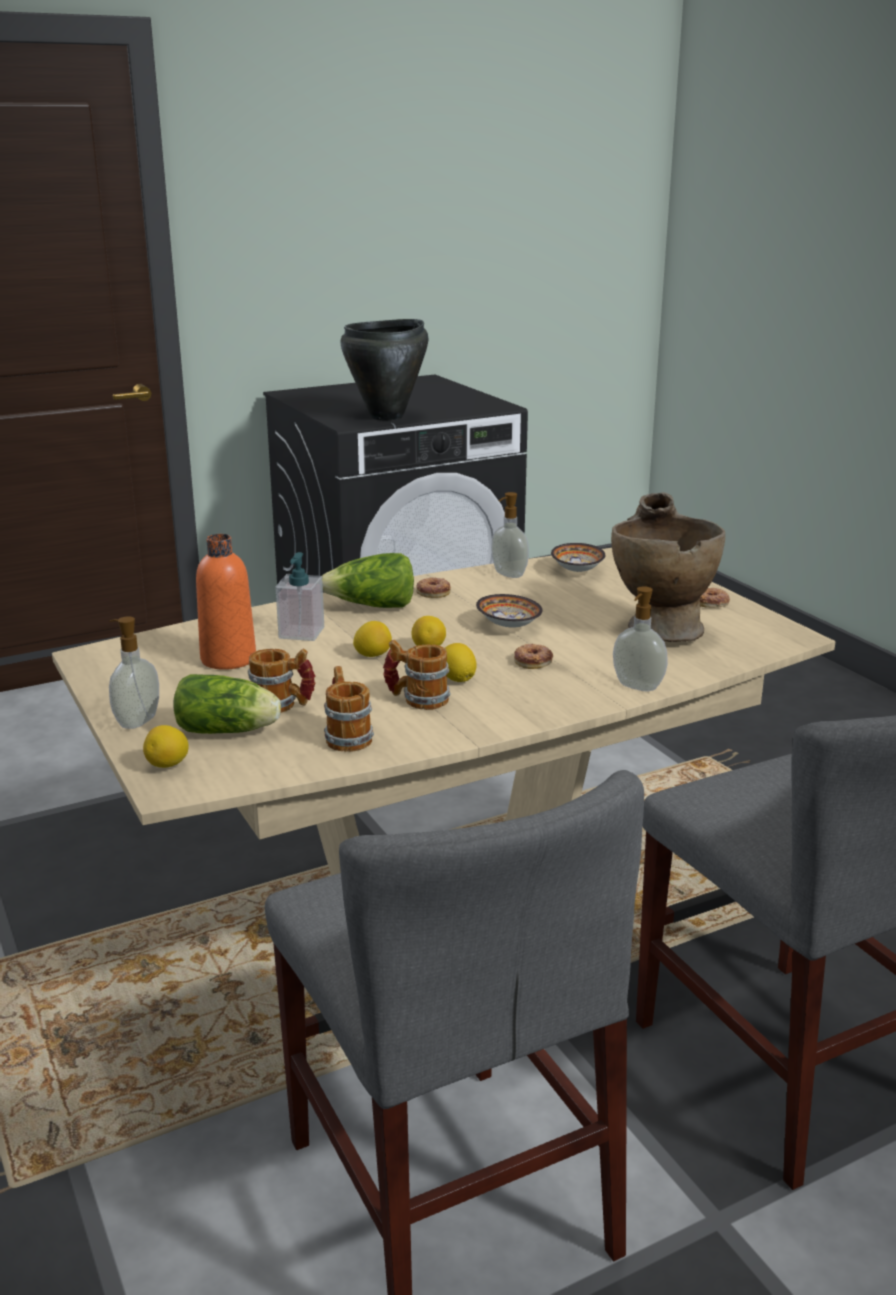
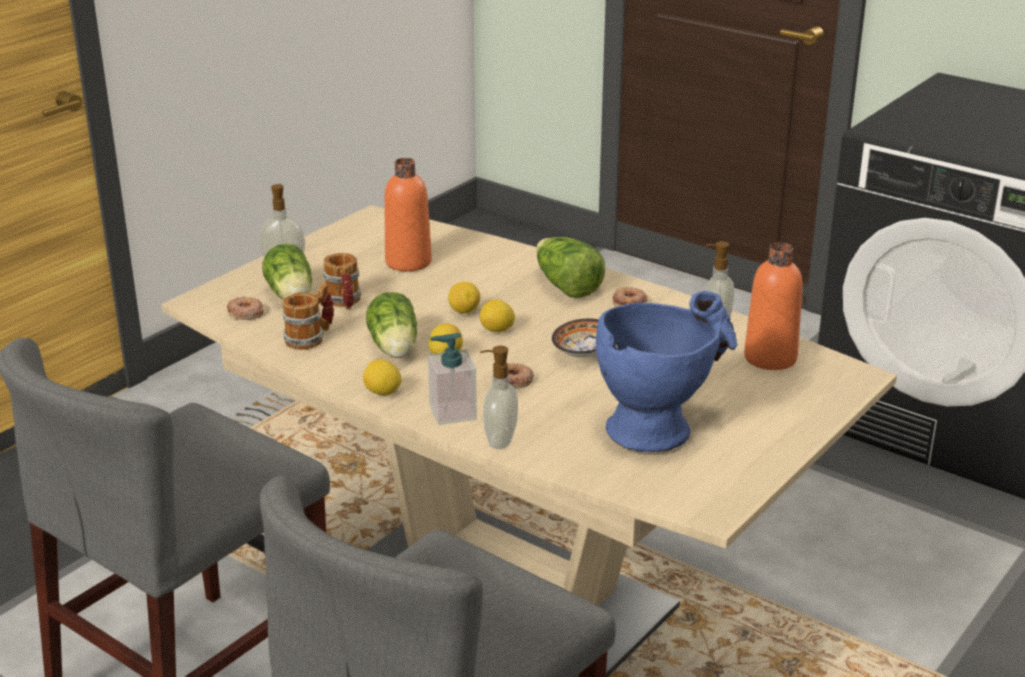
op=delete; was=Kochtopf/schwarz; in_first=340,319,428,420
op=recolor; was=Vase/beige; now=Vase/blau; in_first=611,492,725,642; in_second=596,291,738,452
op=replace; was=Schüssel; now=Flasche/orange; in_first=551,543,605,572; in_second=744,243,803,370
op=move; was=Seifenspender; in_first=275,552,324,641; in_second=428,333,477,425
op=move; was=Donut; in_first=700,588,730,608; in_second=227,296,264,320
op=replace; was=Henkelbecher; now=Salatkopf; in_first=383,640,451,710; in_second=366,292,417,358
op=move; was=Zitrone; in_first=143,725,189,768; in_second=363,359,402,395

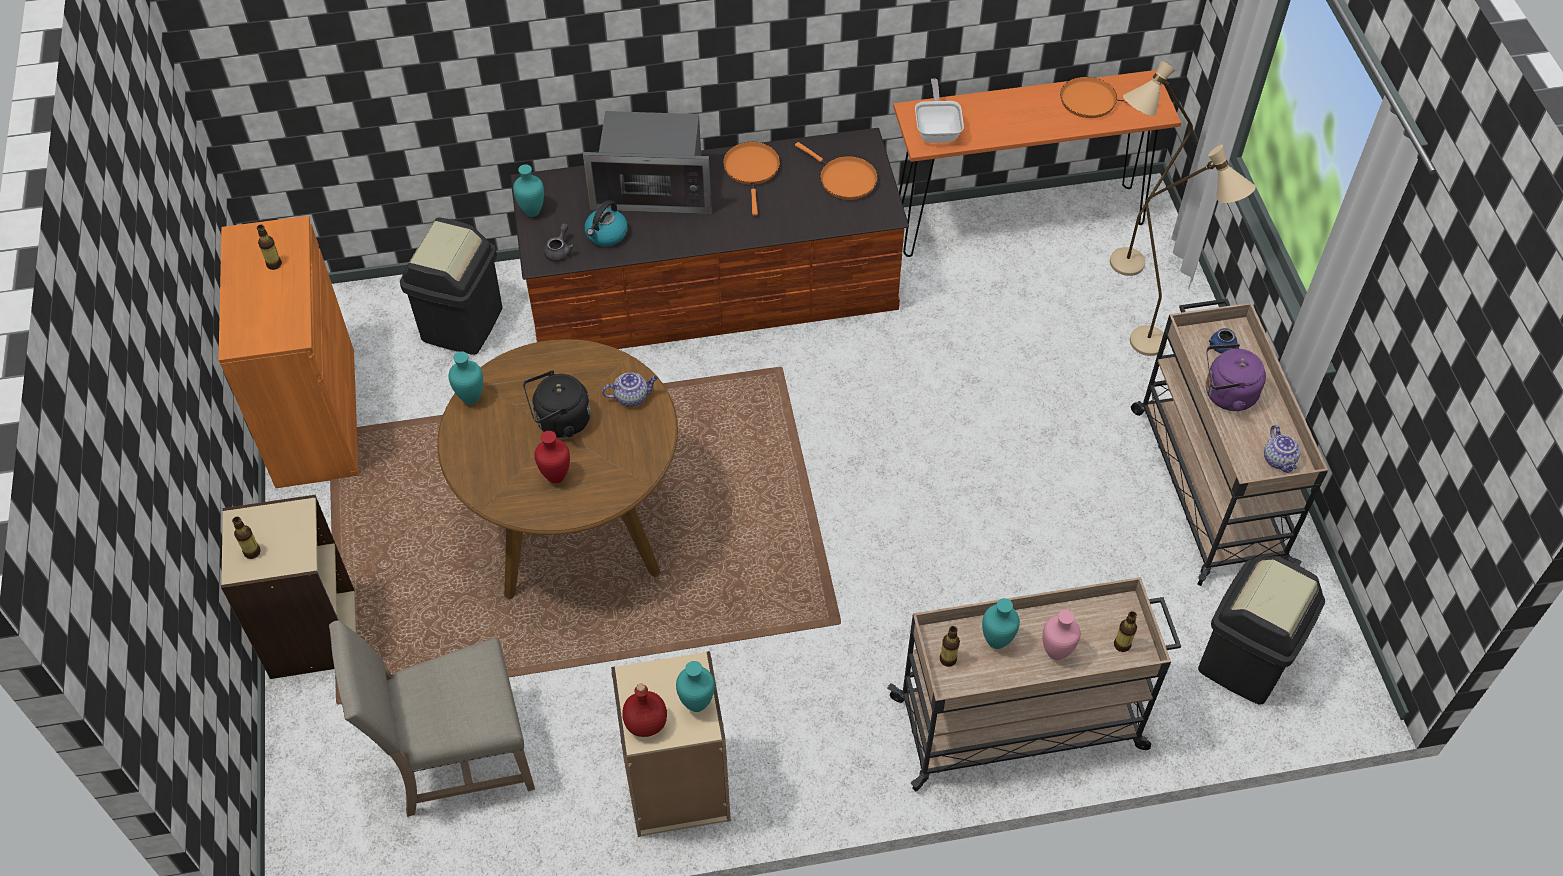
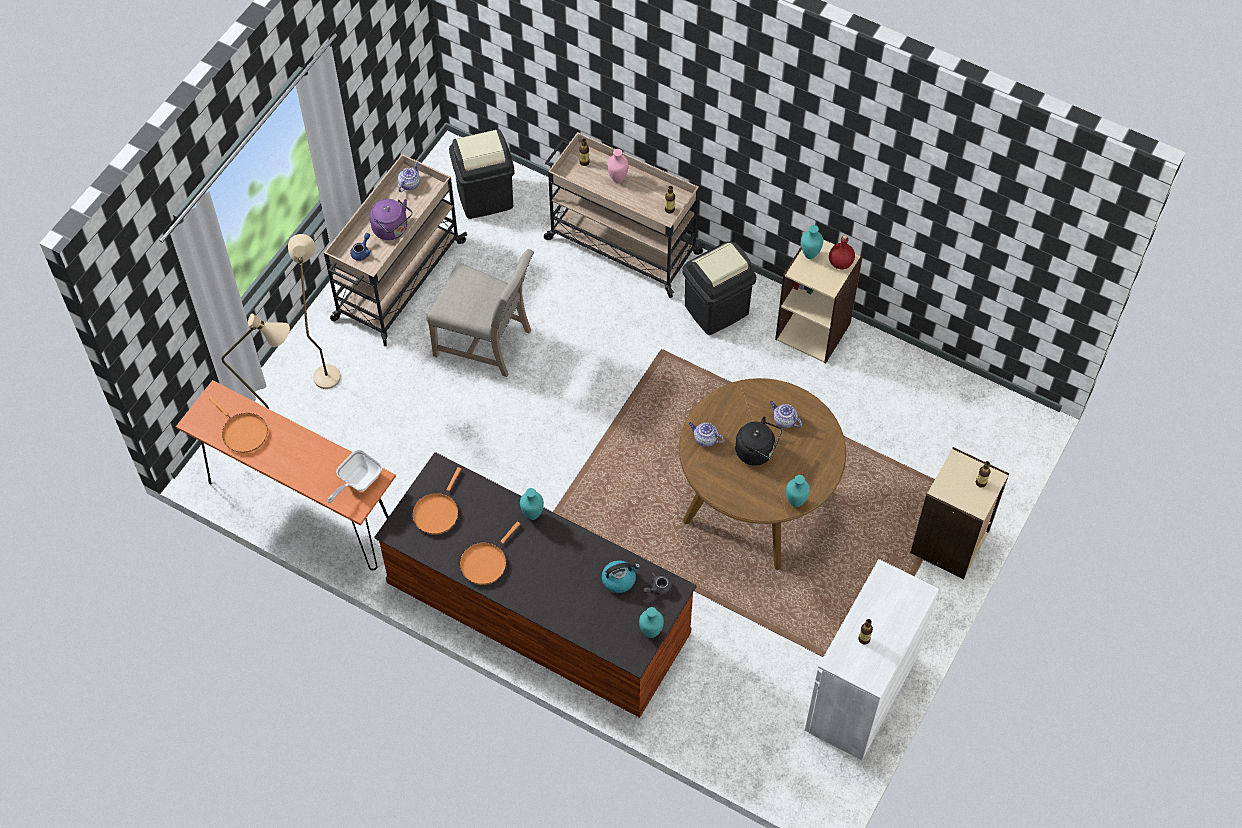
op=delete; was=Mikrowelle; in_first=583,111,712,214
op=rotate; was=Pfanne/orange; in_first=795,142,878,200; in_second=412,467,461,535; clockwise=-150
op=recolor; was=Schrank/orange; now=Schrank/weiß; in_first=218,216,359,488; in_second=805,559,939,760
op=move; was=Mülleimer/schwarz; in_first=400,217,503,355; in_second=682,242,756,335
op=replace; was=Vase/rot; now=Teekanne; in_first=535,431,570,483; in_second=770,401,802,428
op=move; was=Vase/türkis; in_first=982,598,1020,649; in_second=520,488,544,520
op=move; was=Stuhl/beige; in_first=329,621,535,817; in_second=426,249,534,377

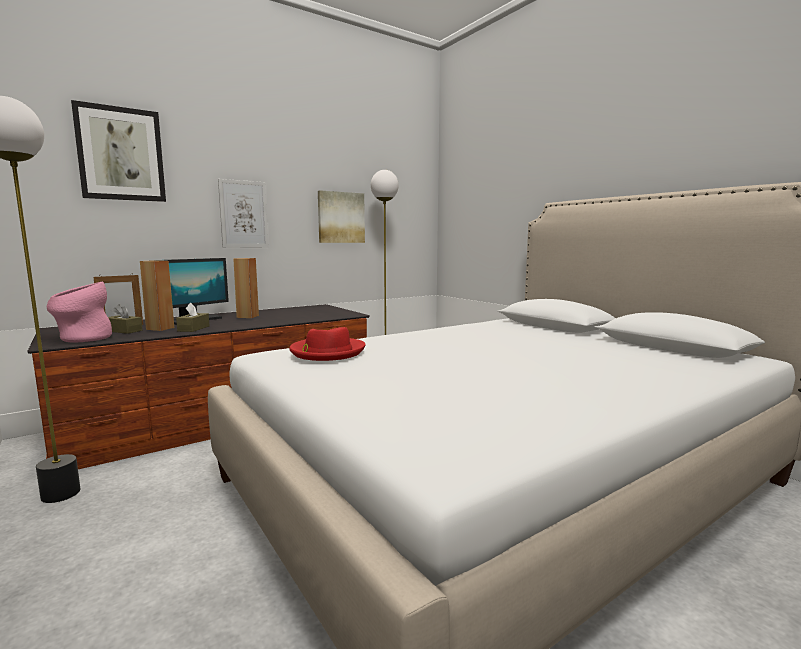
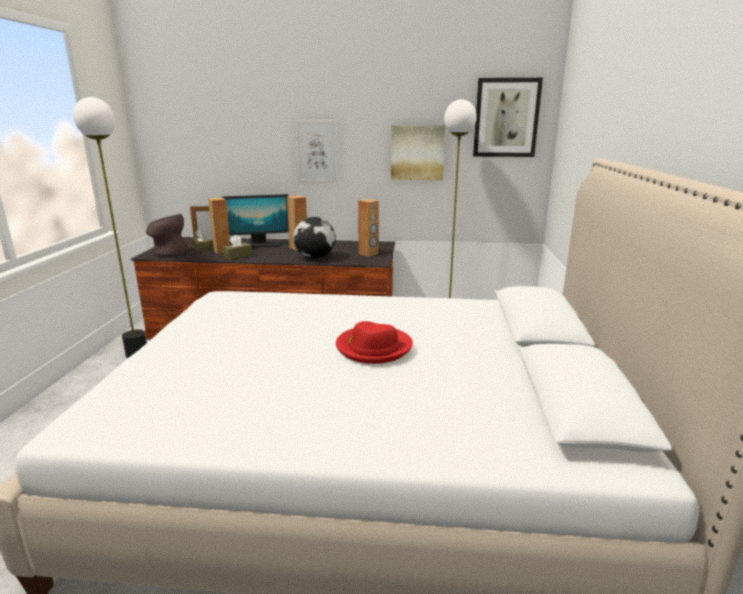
op=move; was=Bild; in_first=71,100,166,202; in_second=473,78,543,157
op=recolor; was=Vase/rosa; now=Vase/braun; in_first=47,281,112,342; in_second=146,214,187,257
op=move; was=Hut/rot; in_first=289,327,366,361; in_second=336,321,413,364
op=insert; now=Lautsprecher/braun; in_second=358,199,379,257
op=insert; now=Globus; in_second=293,217,336,259

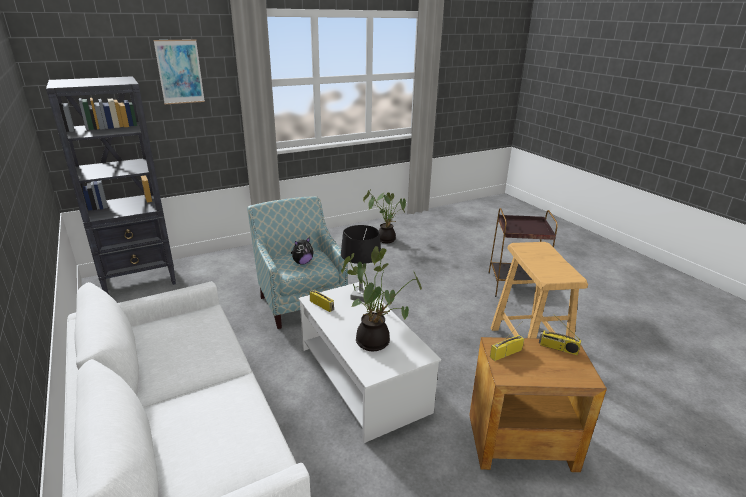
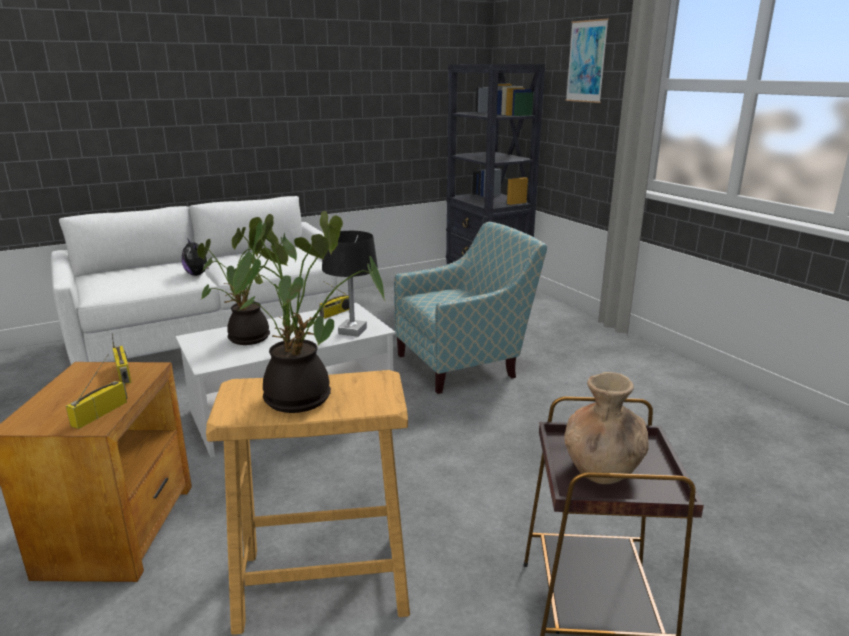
op=move; was=Topfpflanze; in_first=363,189,406,243; in_second=232,211,385,413
op=move; was=Plüschtier; in_first=291,237,313,265; in_second=182,238,211,276
op=insert; now=Vase/braun; in_second=564,372,649,484

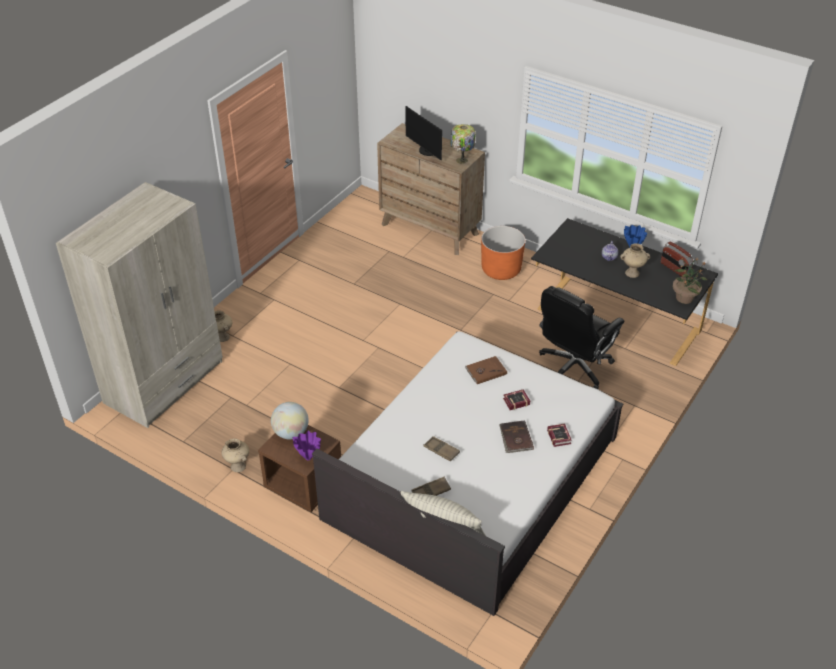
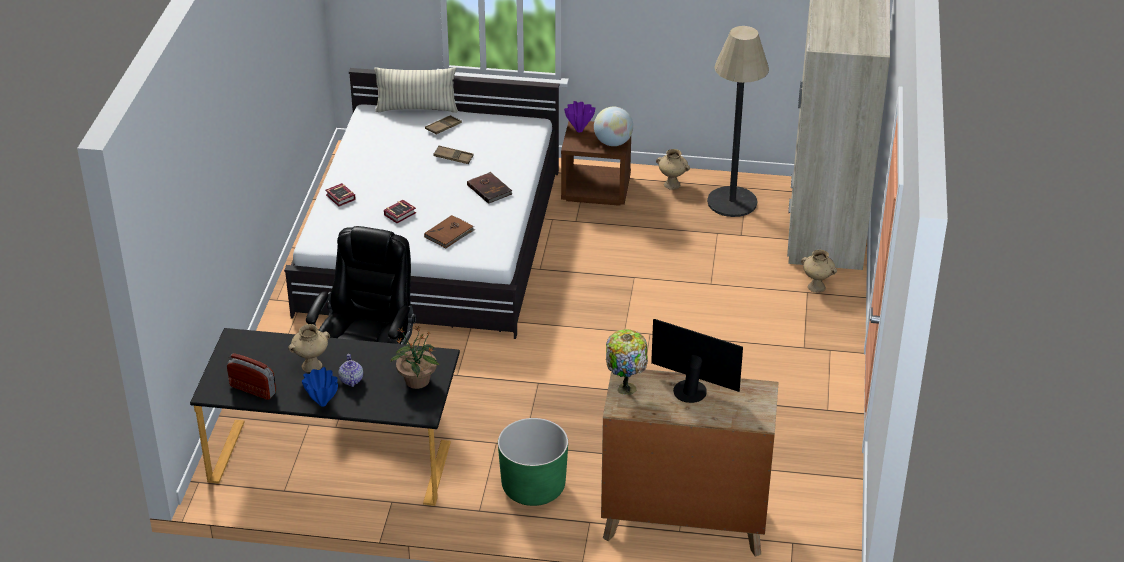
op=recolor; was=Pflanzkübel/orange; now=Pflanzkübel/grün; in_first=481,226,525,280; in_second=498,418,568,506
op=move; was=Topfpflanze; in_first=672,257,707,304; in_second=391,326,439,389
op=move; was=Buch/braun; in_first=500,420,534,453; in_second=467,172,512,204
op=insert; now=Stehlampe; in_second=707,26,769,217

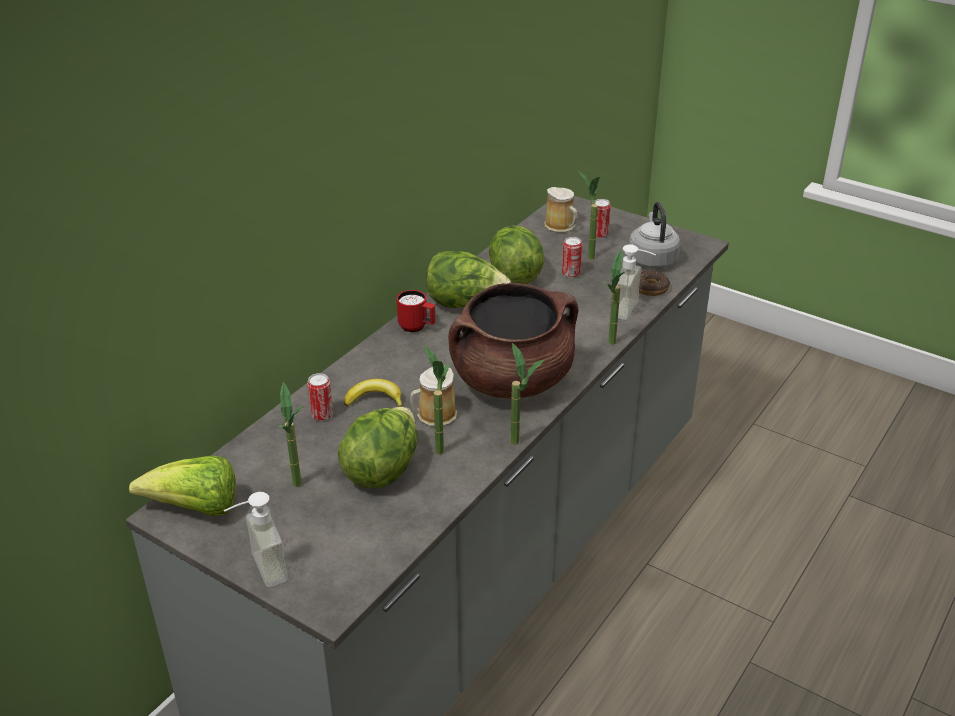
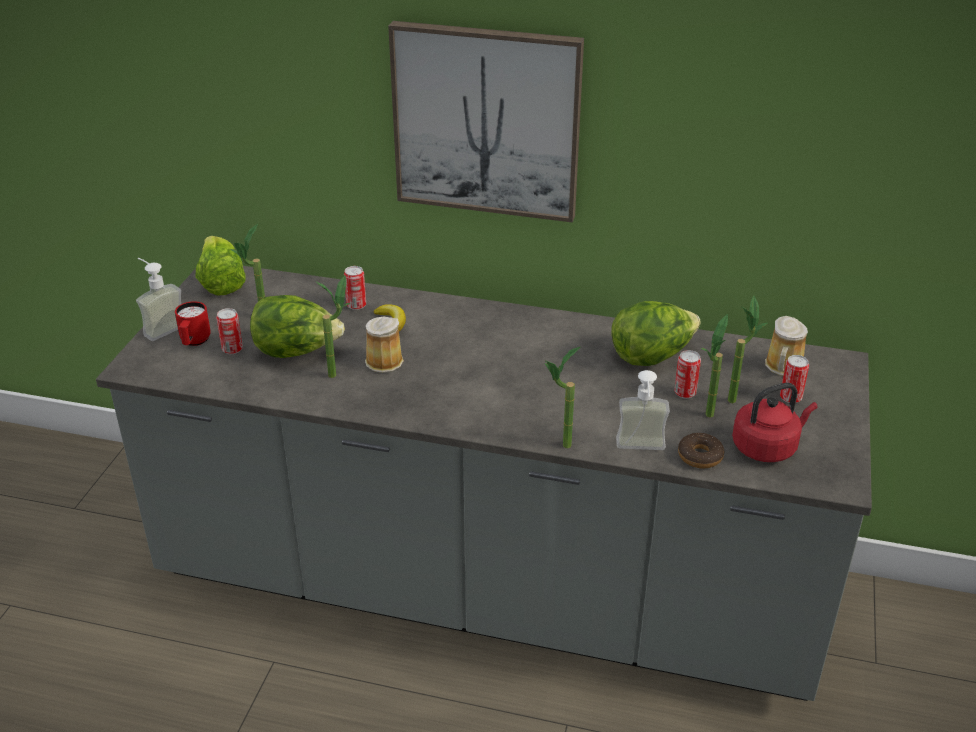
op=recolor; was=Wasserkessel/grau; now=Wasserkessel/rot; in_first=629,202,680,269; in_second=732,383,818,462
op=delete; was=Salatkopf; in_first=426,251,511,308
op=delete; was=Kochtopf/braun; in_first=448,283,578,399
op=move; was=Henkelbecher/rot; in_first=397,290,435,332; in_second=175,301,211,346
op=move; was=Topfpflanze; in_first=511,343,545,445; in_second=701,314,728,418
op=insert; now=Bild; in_second=388,21,584,222
op=insert; now=Dose; in_second=216,308,243,354

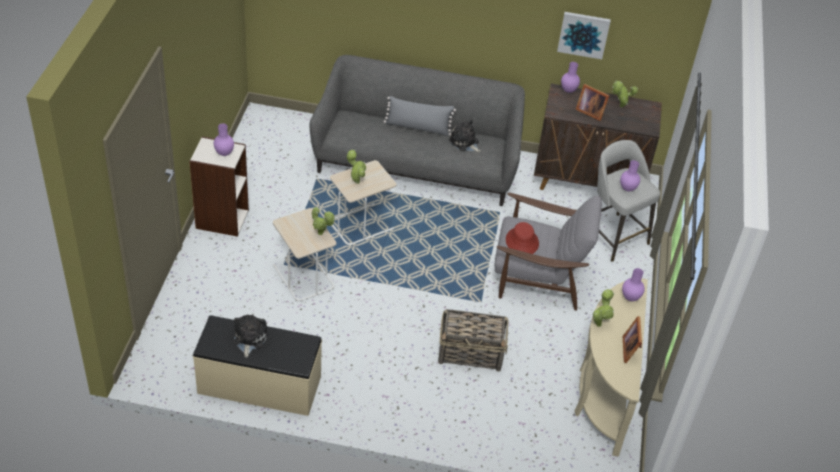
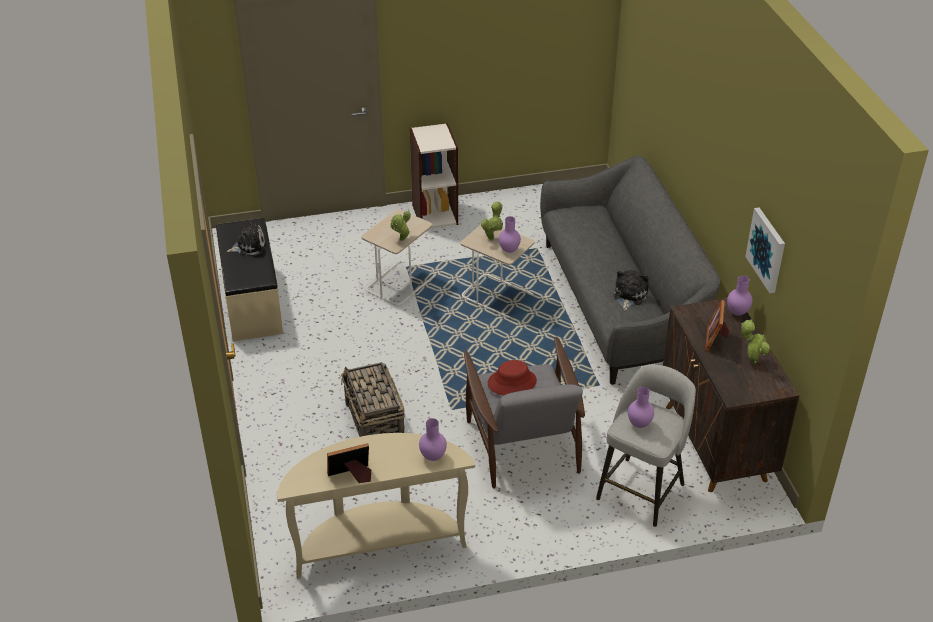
op=delete; was=Kissen/grau; in_first=384,96,456,136
op=move; was=Vase/lila; in_first=214,123,234,156; in_second=499,216,521,253
op=delete; was=Topfpflanze; in_first=592,289,615,327

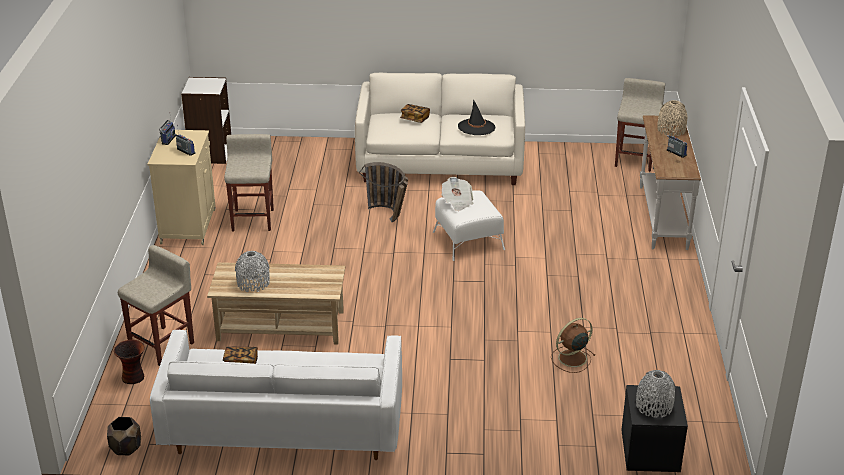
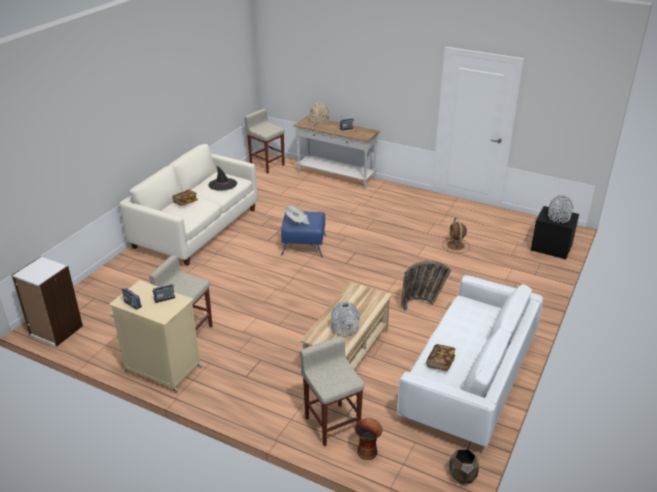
op=move; was=Korb; in_first=359,162,408,222; in_second=401,261,451,311
op=recolor; was=Polsterhocker/weiß; now=Polsterhocker/blau; in_first=433,190,505,261; in_second=281,211,326,257

